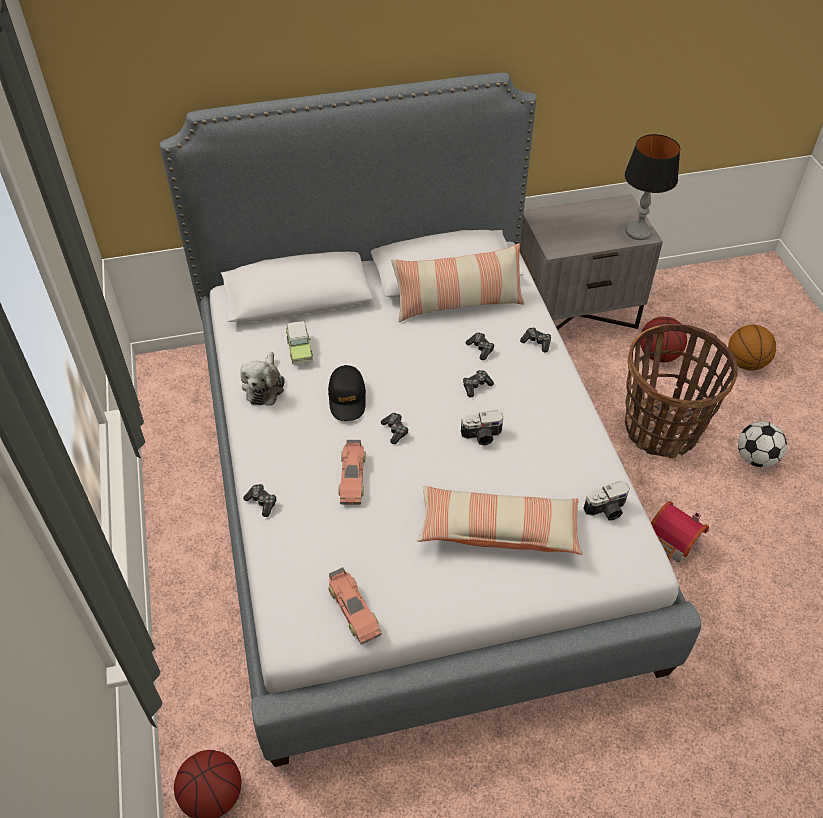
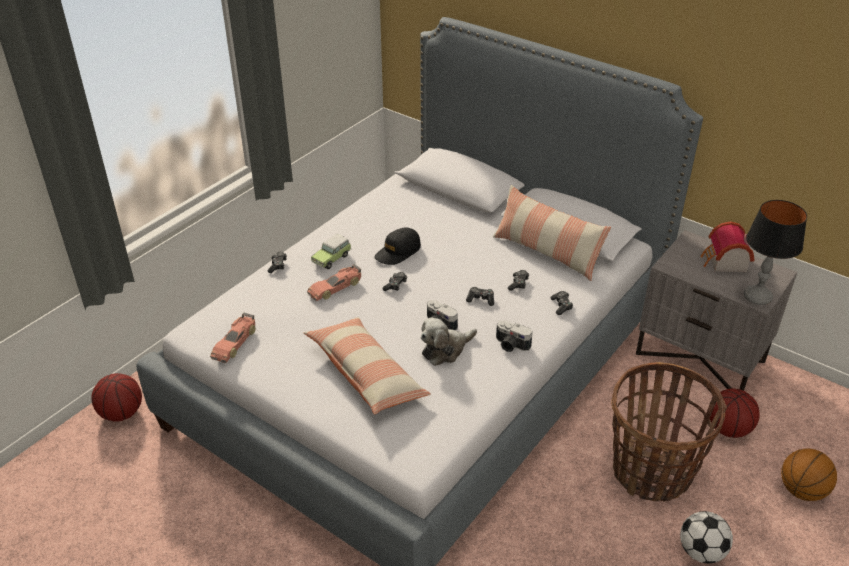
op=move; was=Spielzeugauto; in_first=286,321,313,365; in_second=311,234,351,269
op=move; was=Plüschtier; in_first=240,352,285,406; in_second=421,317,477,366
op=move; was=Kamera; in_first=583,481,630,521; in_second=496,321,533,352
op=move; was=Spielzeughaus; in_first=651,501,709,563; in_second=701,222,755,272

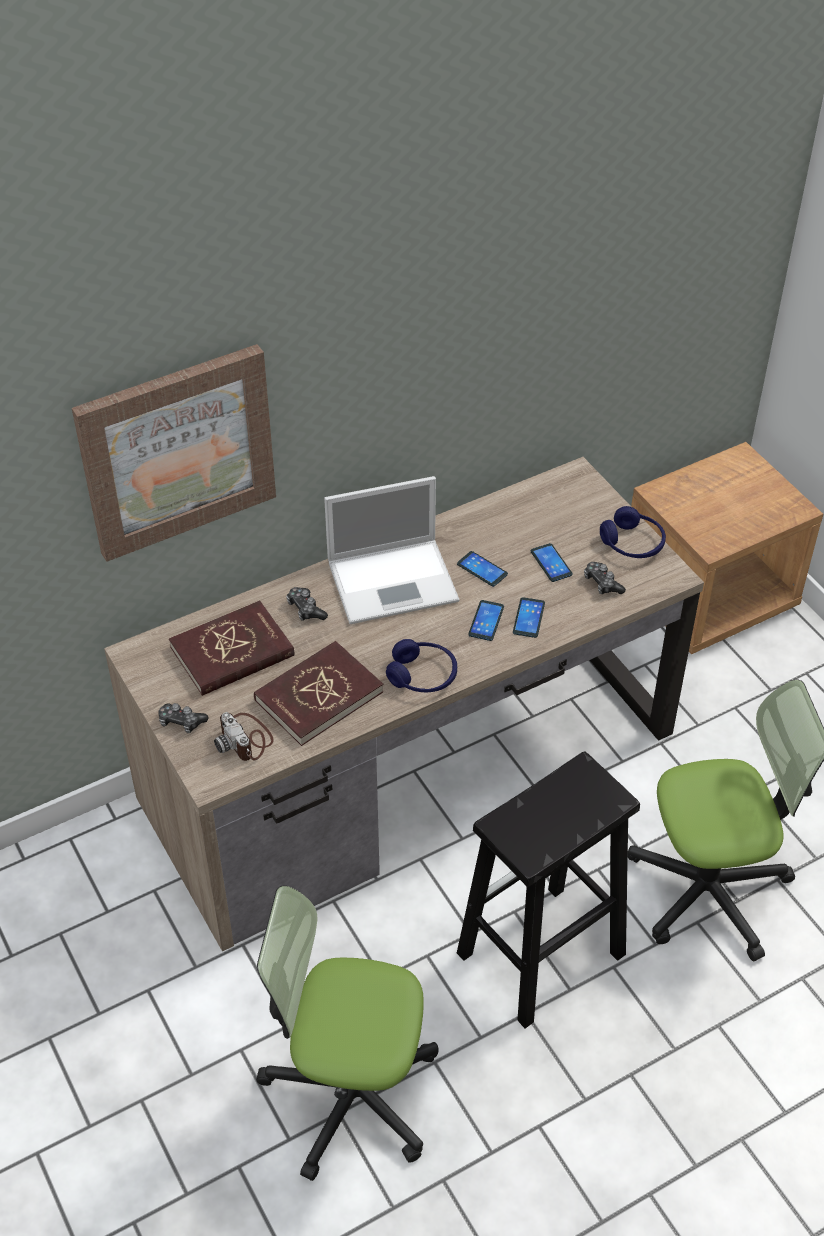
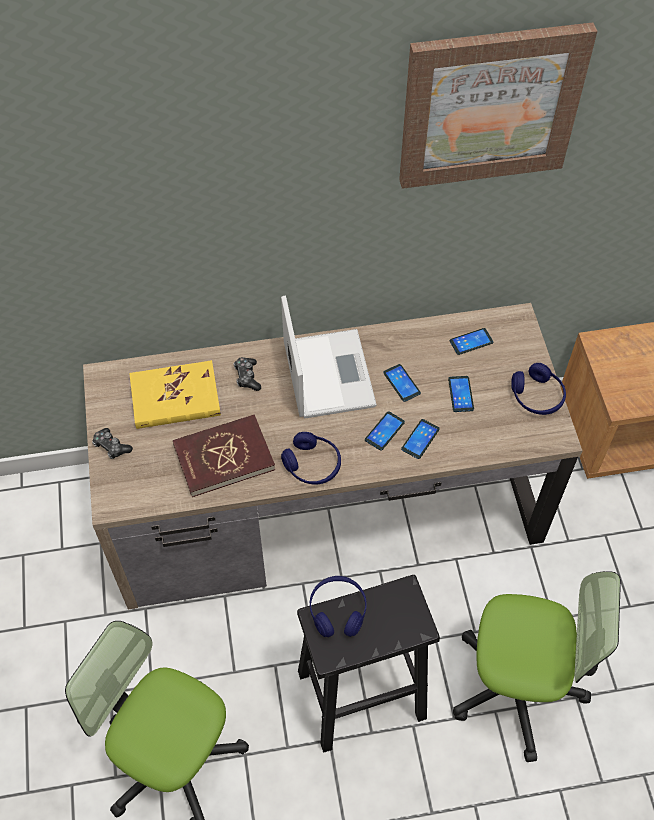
op=move; was=Bild; in_first=72,344,276,562; in_second=399,22,597,189
op=rotate; was=Laptop; in_first=324,476,460,624; in_second=281,296,377,419; clockwise=-105
op=delete; was=Gamepad; in_first=584,562,626,594
op=recolor; was=Buch/rot; now=Buch/gelb; in_first=169,600,294,696; in_second=129,360,221,429
op=delete; was=Kamera; in_first=214,712,274,761
op=insert; now=Handy; in_second=450,328,493,355
op=insert; now=Kopfhörer/blau; in_second=310,576,366,637

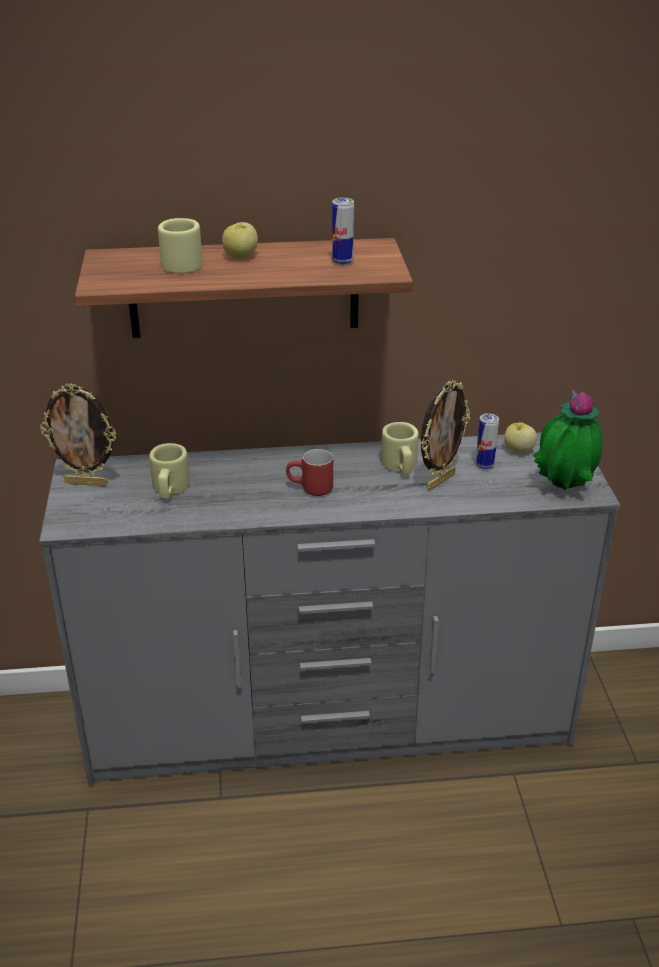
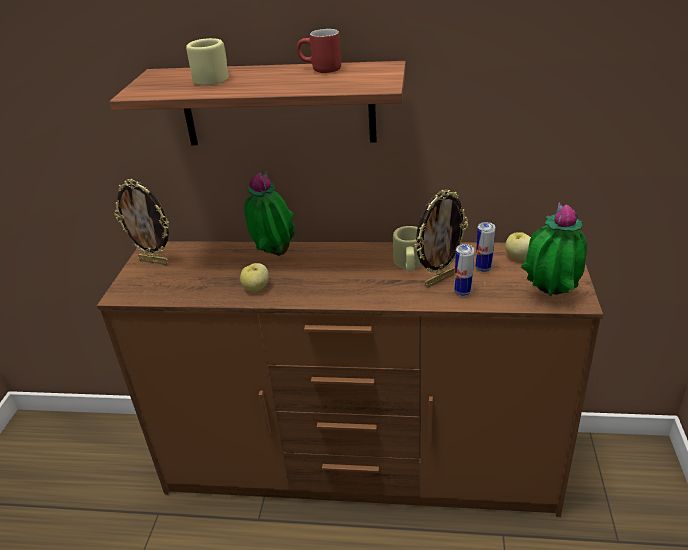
op=move; was=Dose; in_first=332,198,354,265; in_second=454,244,474,296
op=move; was=Apfel; in_first=222,222,258,259; in_second=240,263,269,292
op=recolor; was=Kommode/grau; now=Kommode/braun; in_first=39,433,621,786; in_second=97,241,603,517
op=delete; was=Henkelbecher/beige; in_first=149,443,190,499
op=move; was=Henkelbecher/rot; in_first=286,449,333,496; in_second=297,29,341,73
op=insert; now=Topfpflanze; in_second=244,171,295,256

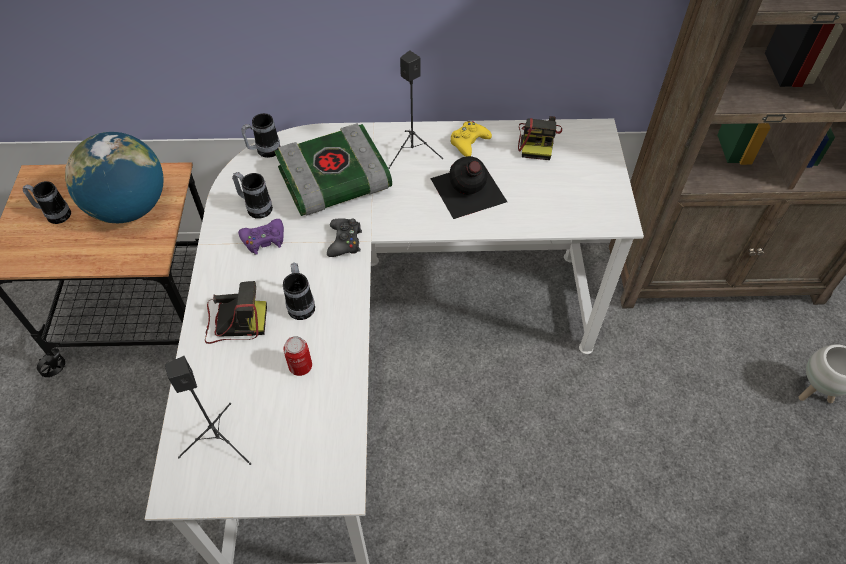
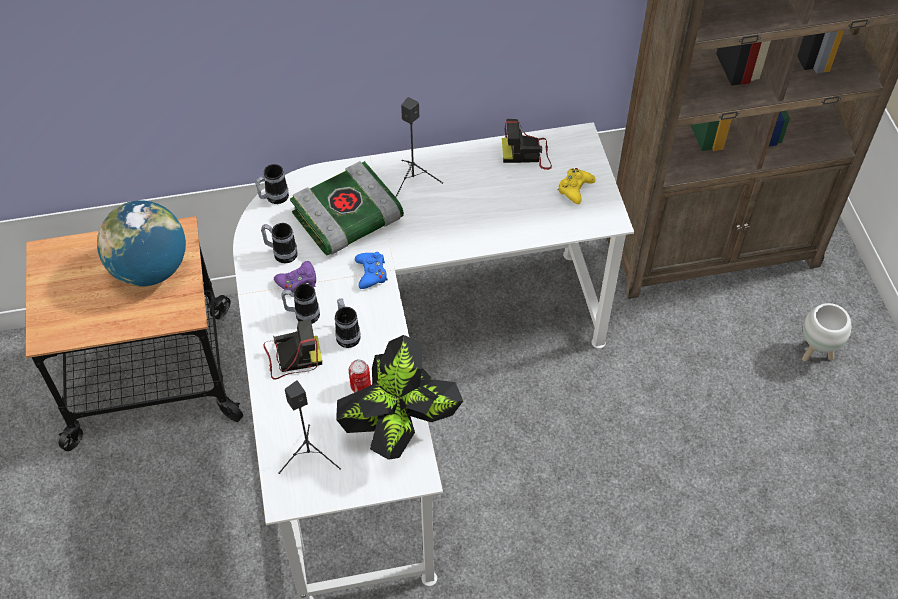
op=rotate; was=Kamera; in_first=518,116,562,160; in_second=502,119,552,170; clockwise=90
op=move; was=Gamepad/gelb; in_first=450,121,492,157; in_second=558,168,596,204
op=delete; was=Flasche/schwarz; in_first=430,156,507,219
op=move; was=Henkelbecher; in_first=23,181,71,224; in_second=281,283,320,324
op=recolor; was=Gamepad/schwarz; now=Gamepad/blau; in_first=327,218,362,257; in_second=355,252,388,289
op=insert; now=Topfpflanze; in_second=336,335,463,460

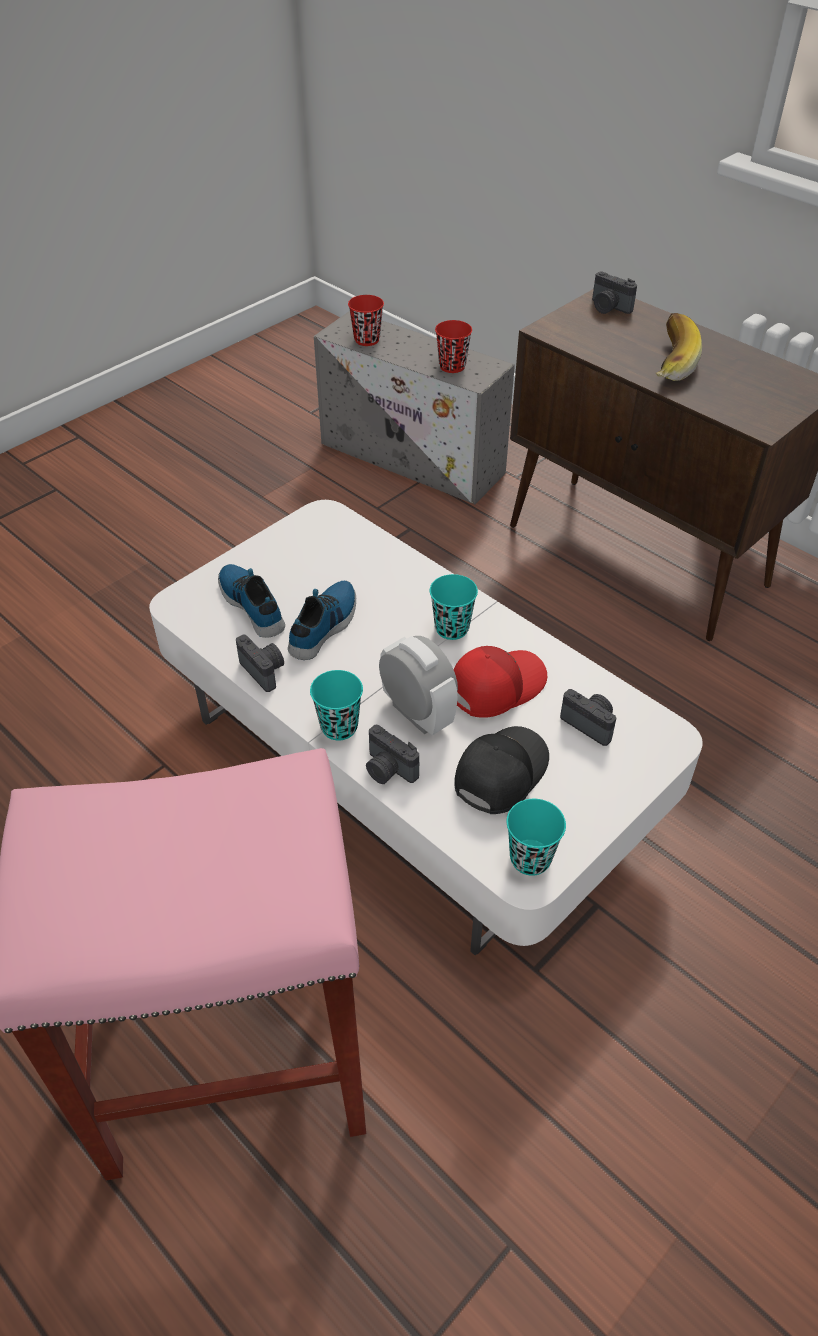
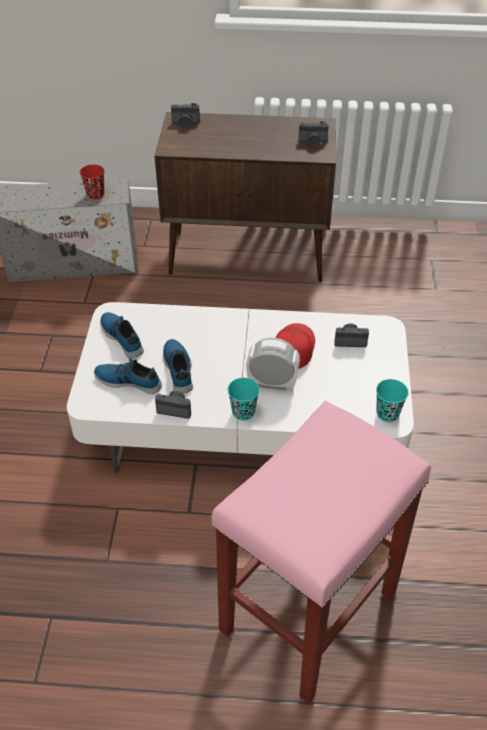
op=delete; was=Tasse/rot; in_first=348,295,384,346
op=delete; was=Banane; in_first=656,313,702,381
op=delete; was=Tasse/türkis; in_first=430,574,478,640
op=move; was=Kamera; in_first=366,725,419,784; in_second=299,121,328,147
op=delete; was=Kappe/schwarz; in_first=454,726,549,814
op=insert; now=Schuh; in_second=100,312,144,358

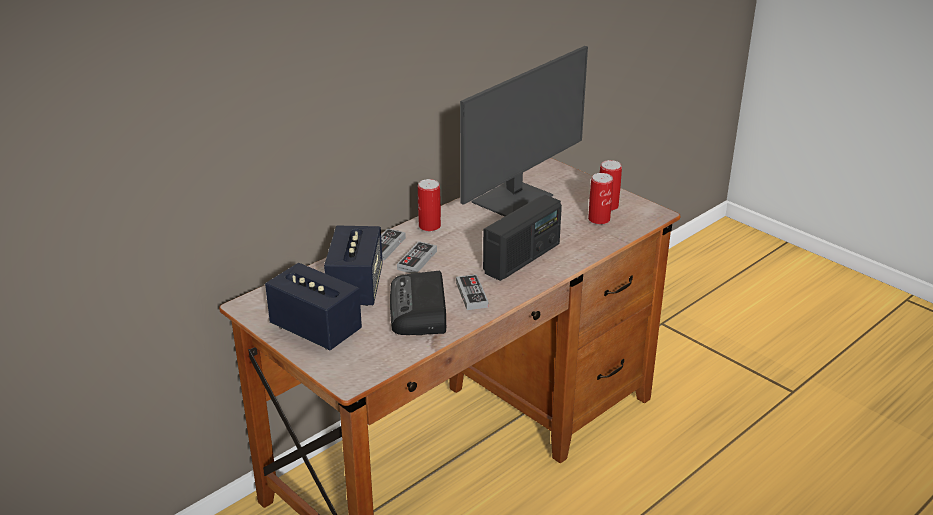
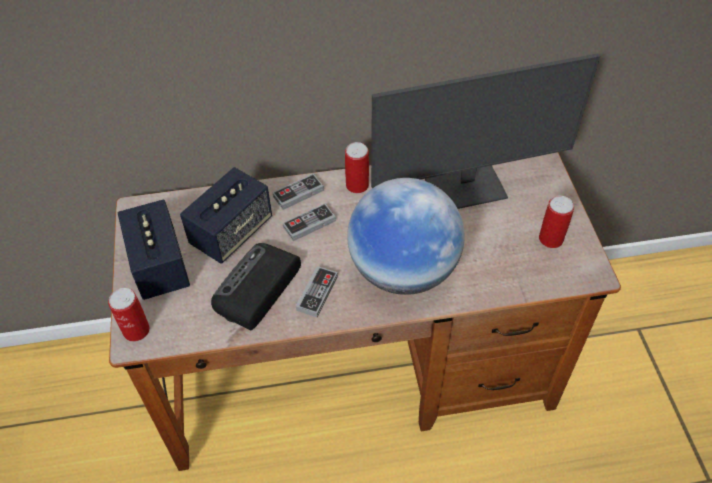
op=move; was=Dose; in_first=588,173,613,225; in_second=108,288,150,342
op=replace; was=Radio; now=Globus; in_first=483,195,562,281; in_second=347,178,465,295

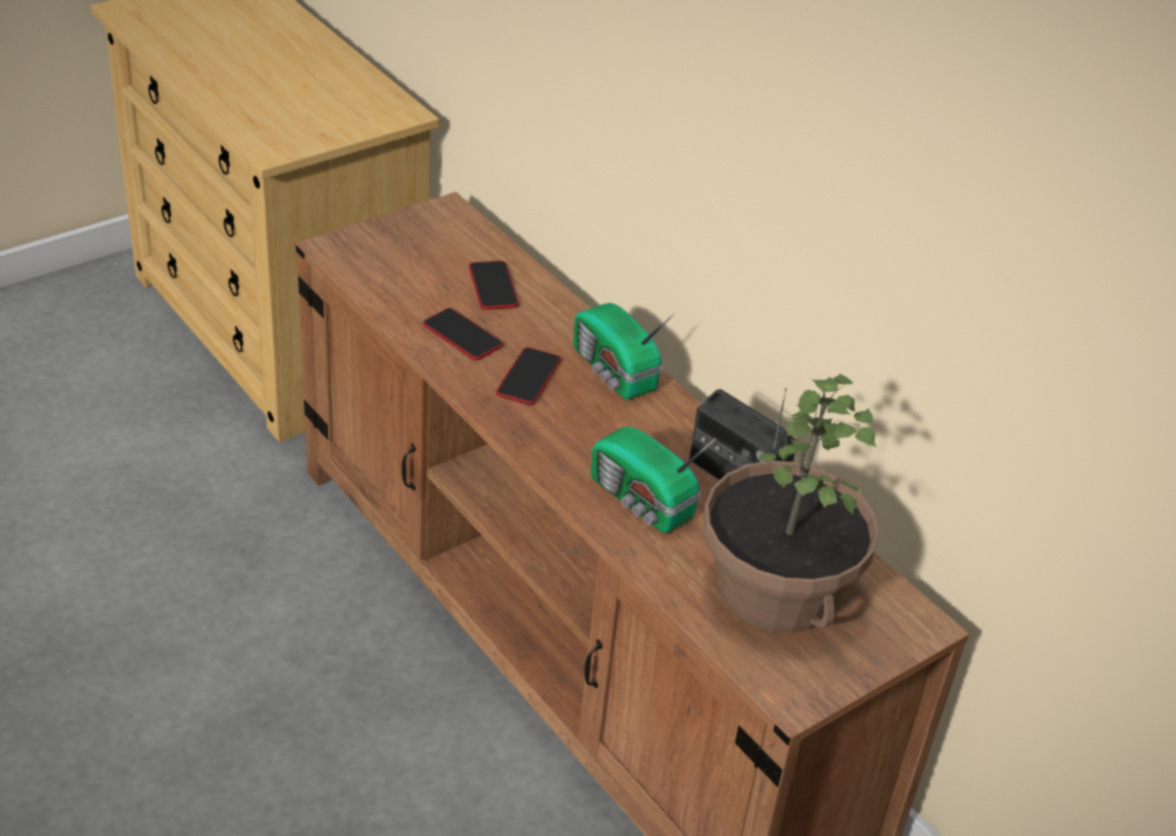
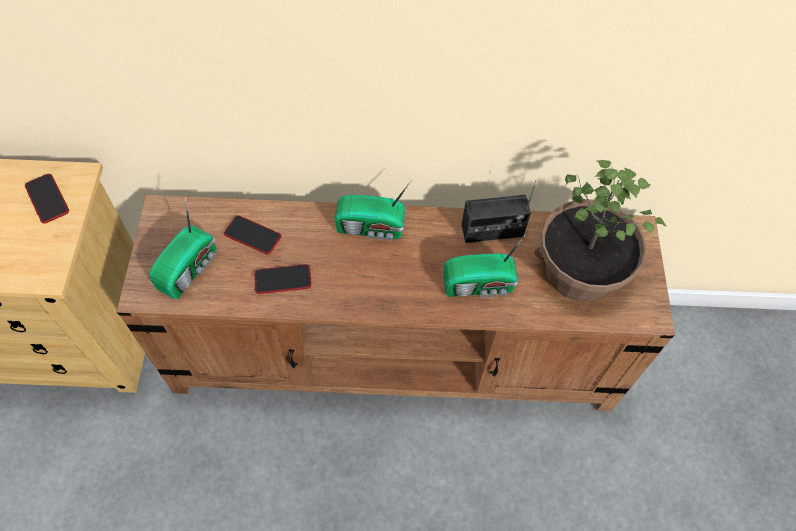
op=move; was=Handy; in_first=496,347,561,405; in_second=25,174,69,223
op=insert; now=Radio; in_second=149,197,216,299

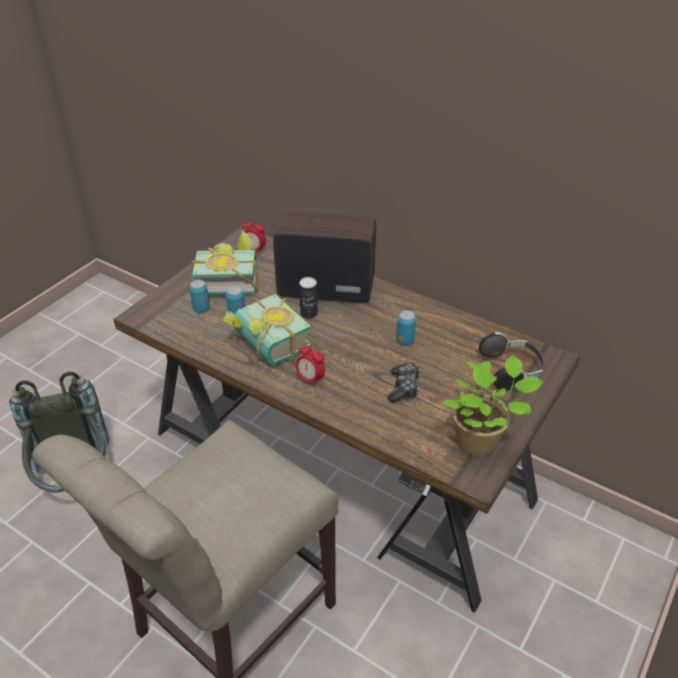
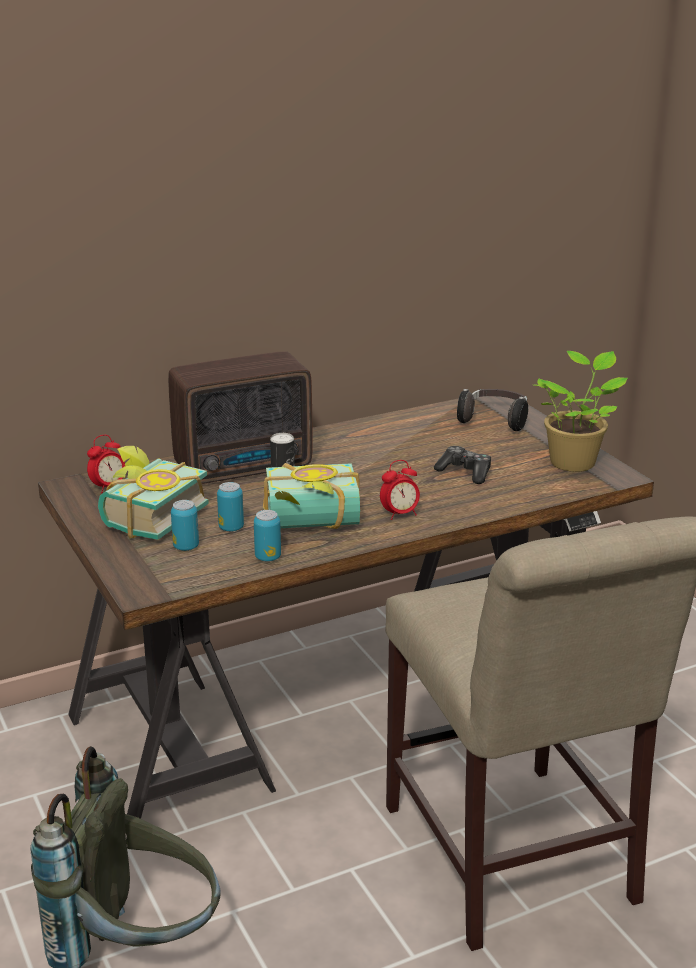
op=rotate; was=Radio; in_first=273,210,376,303; in_second=168,351,313,484; clockwise=-150
op=move; was=Dose; in_first=396,311,416,345; in_second=254,510,281,562

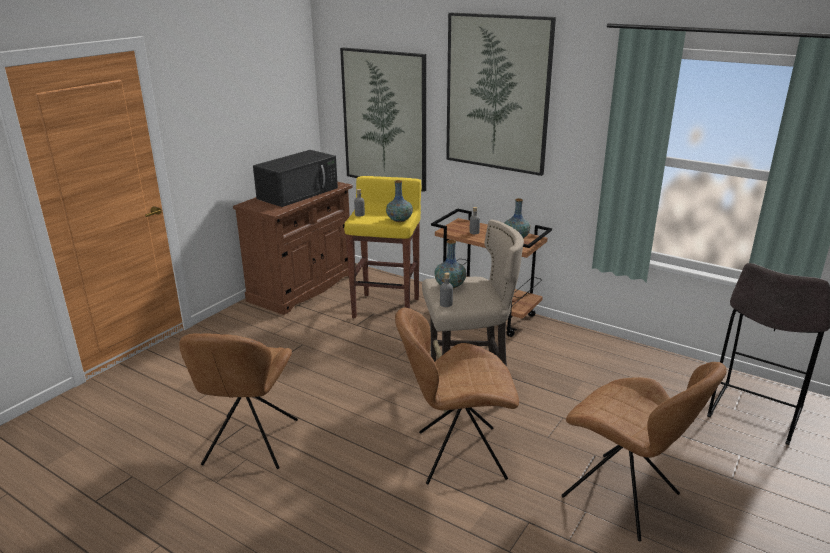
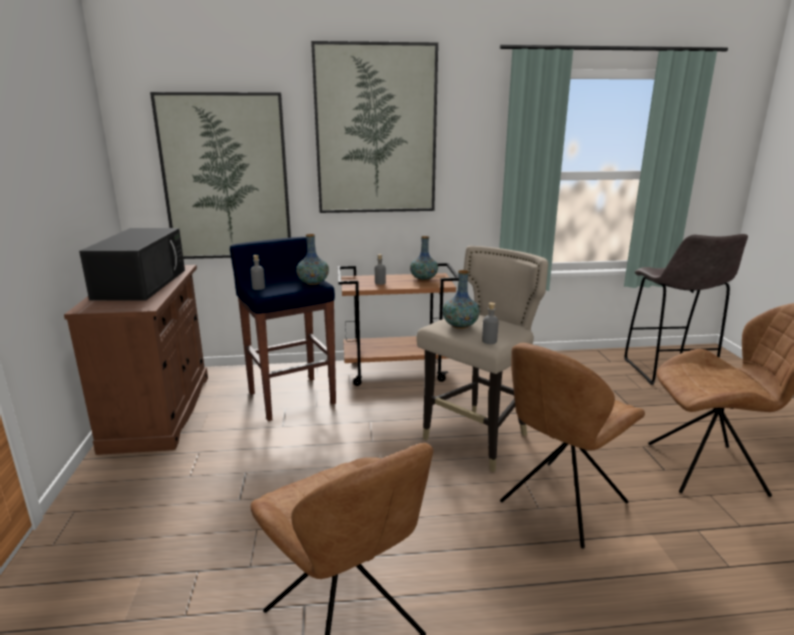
op=recolor; was=Hocker/gelb; now=Hocker/blau; in_first=344,176,422,318; in_second=230,237,336,421

